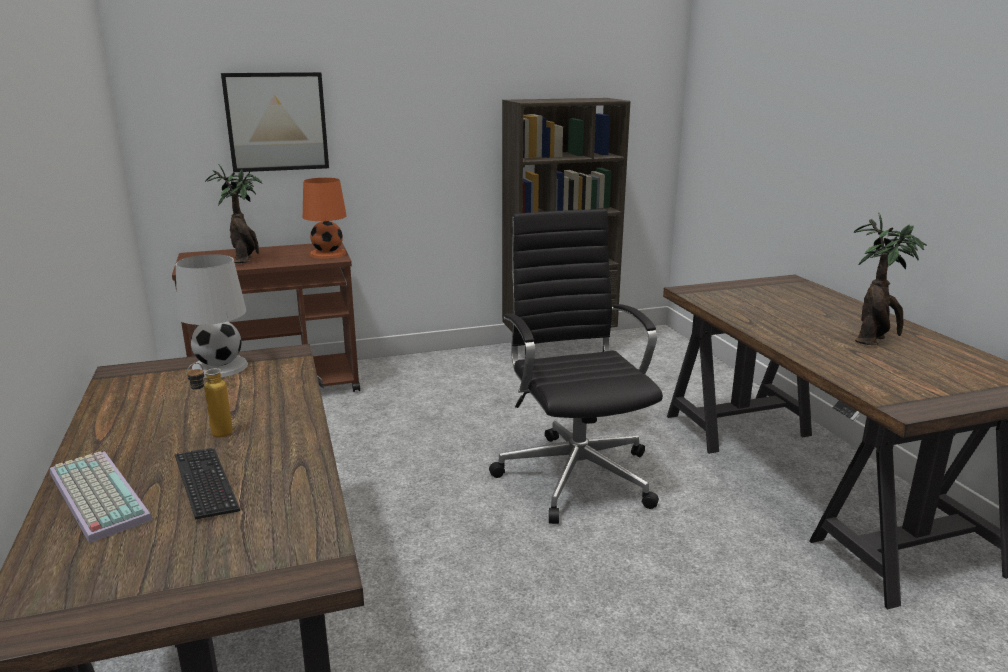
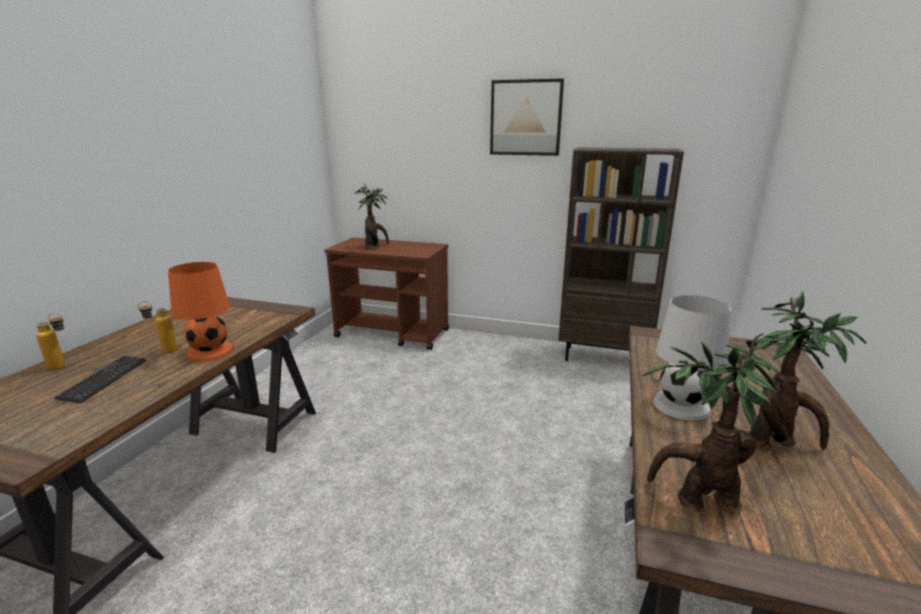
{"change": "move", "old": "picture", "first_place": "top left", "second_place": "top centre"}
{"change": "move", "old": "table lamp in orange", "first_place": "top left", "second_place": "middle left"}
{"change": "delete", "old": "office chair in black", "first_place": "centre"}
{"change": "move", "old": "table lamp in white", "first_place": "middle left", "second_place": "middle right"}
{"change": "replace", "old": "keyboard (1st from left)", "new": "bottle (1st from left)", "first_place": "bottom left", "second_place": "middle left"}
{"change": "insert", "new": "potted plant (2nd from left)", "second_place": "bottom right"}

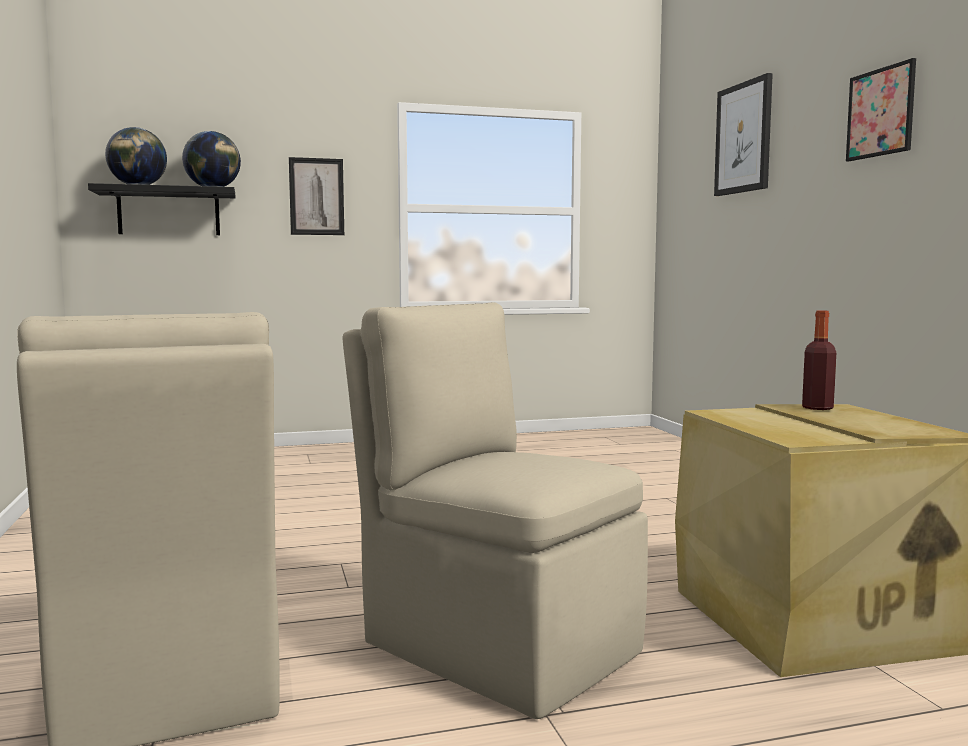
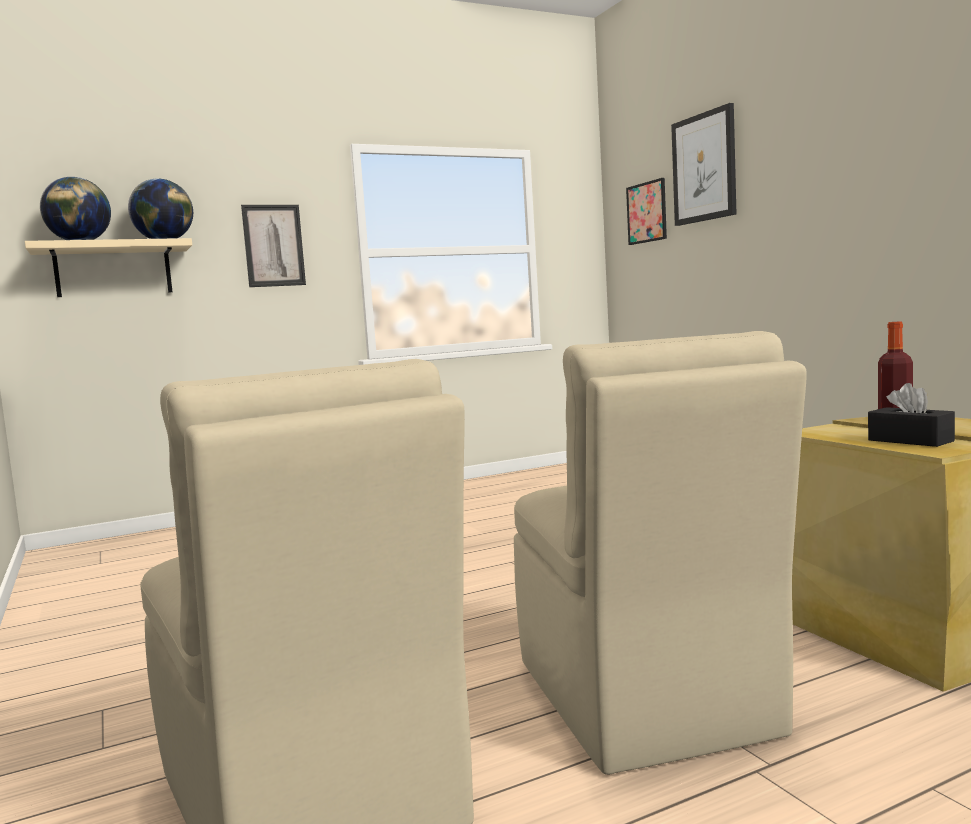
{"change": "move", "old": "picture (3rd from left in the first image)", "new": "picture (2nd from left)", "first_place": "top right", "second_place": "top centre"}
{"change": "recolor", "old": "shelf in black", "new": "shelf in beige", "first_place": "top left", "second_place": "top left"}
{"change": "rotate", "old": "chair in beige (2nd from left)", "first_place": "bottom centre", "second_place": "bottom right", "degrees": -135}
{"change": "insert", "new": "tissue box in black", "second_place": "middle right"}

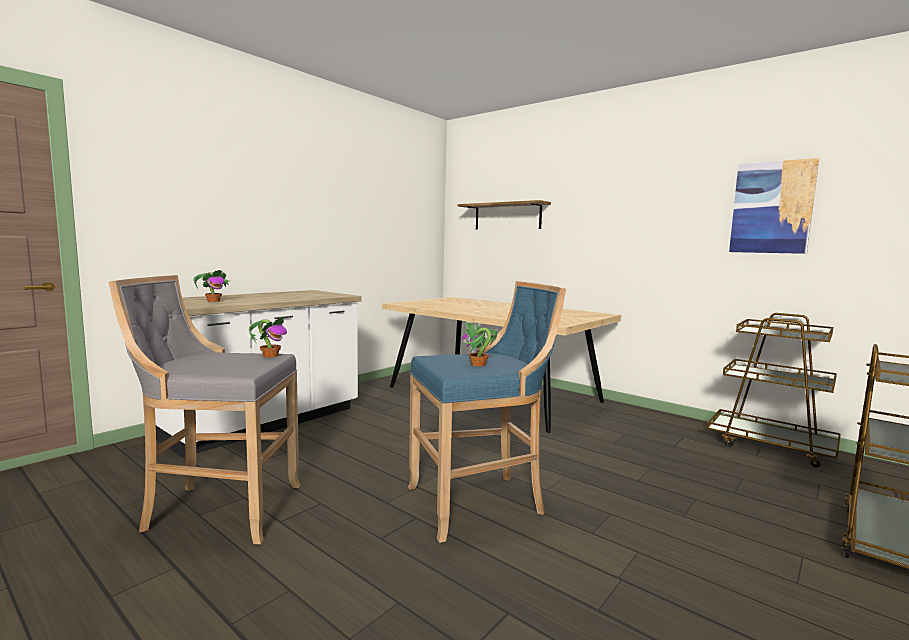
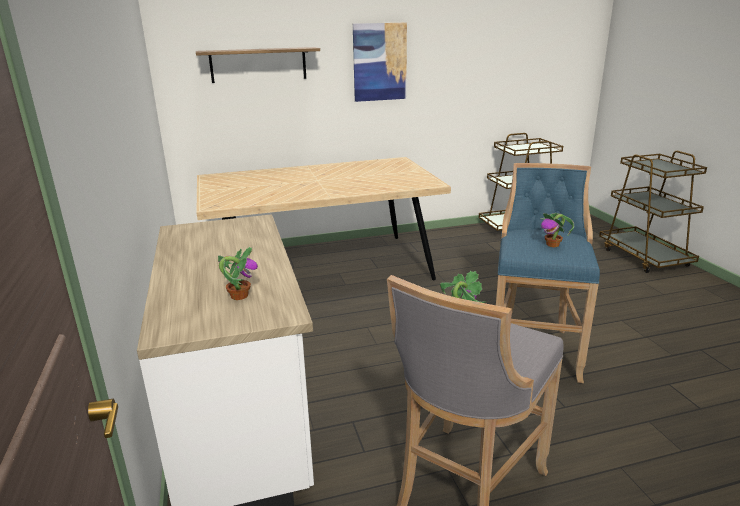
{"change": "move", "old": "picture", "first_place": "top right", "second_place": "top centre"}

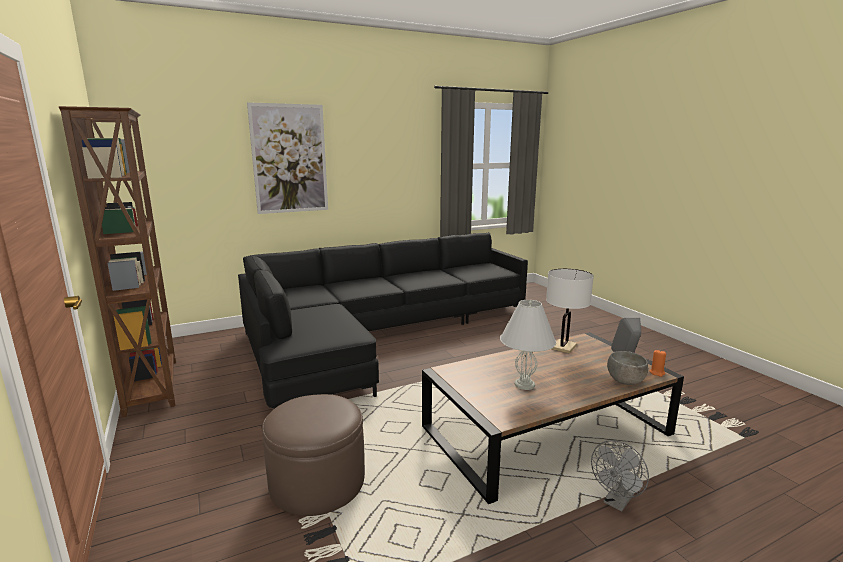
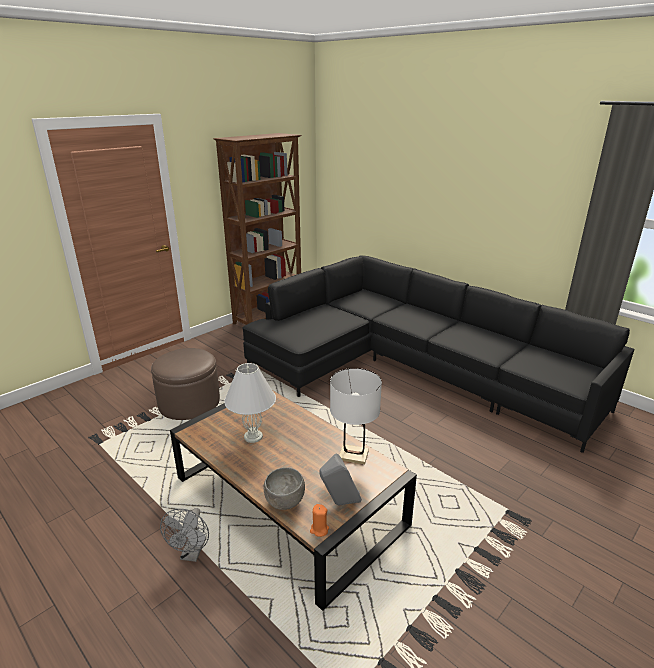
{"change": "delete", "old": "picture", "first_place": "top centre"}
{"change": "rotate", "old": "fan in grey", "first_place": "bottom right", "second_place": "bottom left", "degrees": -105}

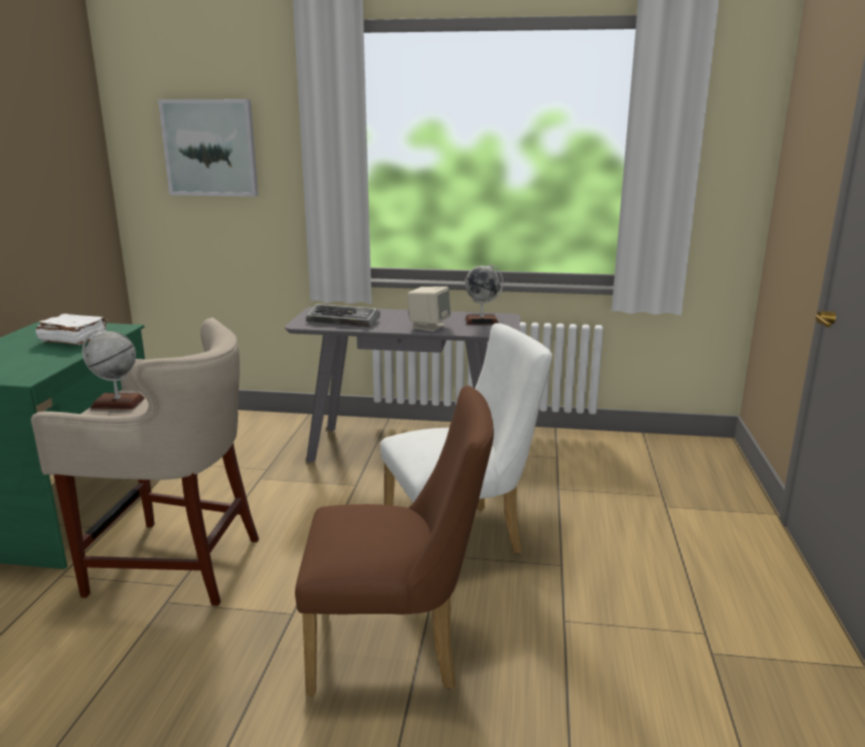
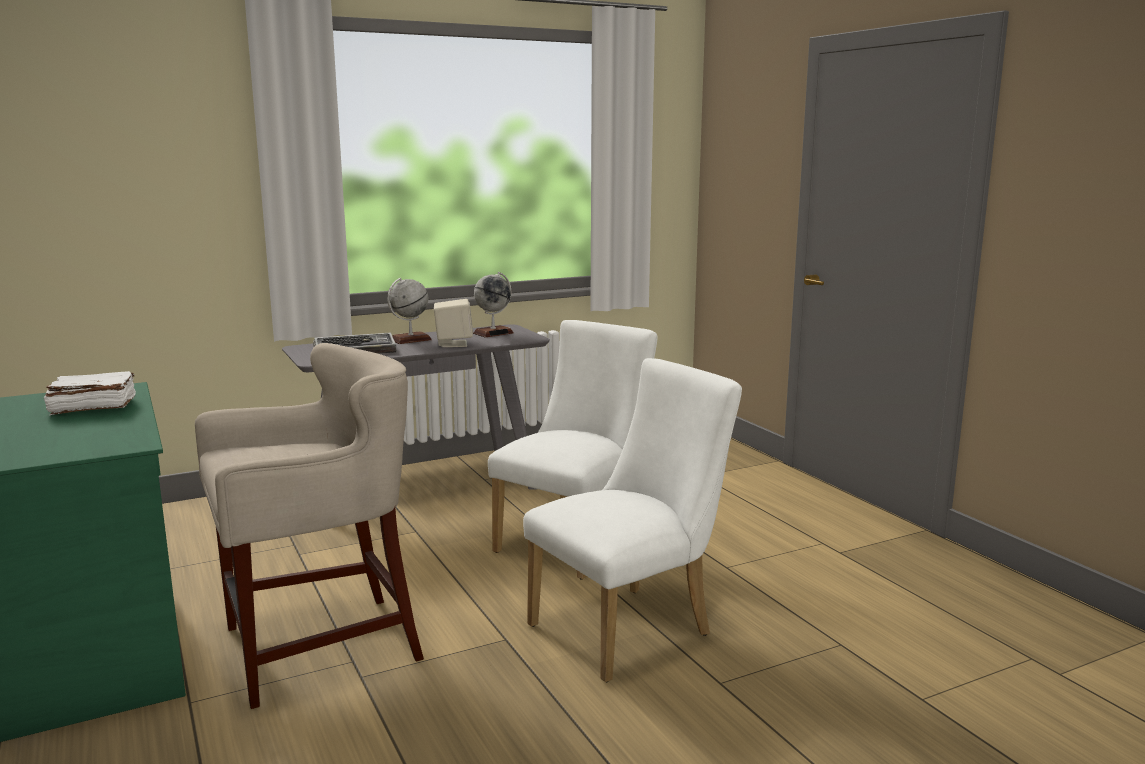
{"change": "delete", "old": "picture", "first_place": "top left"}
{"change": "move", "old": "globe (1st from left)", "first_place": "middle left", "second_place": "centre"}
{"change": "recolor", "old": "chair in brown", "new": "chair in white (2nd from left)", "first_place": "bottom centre", "second_place": "bottom centre"}

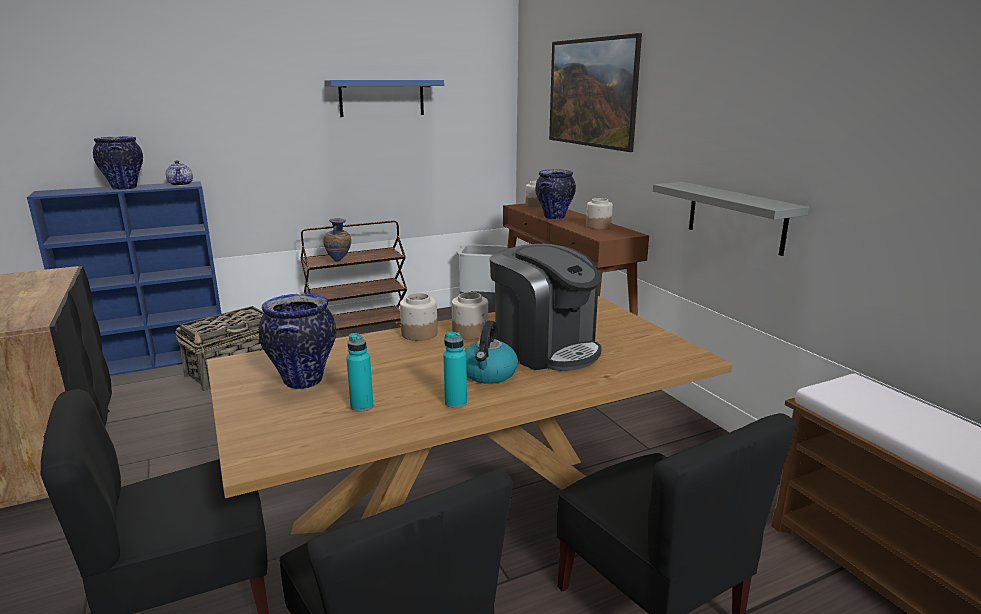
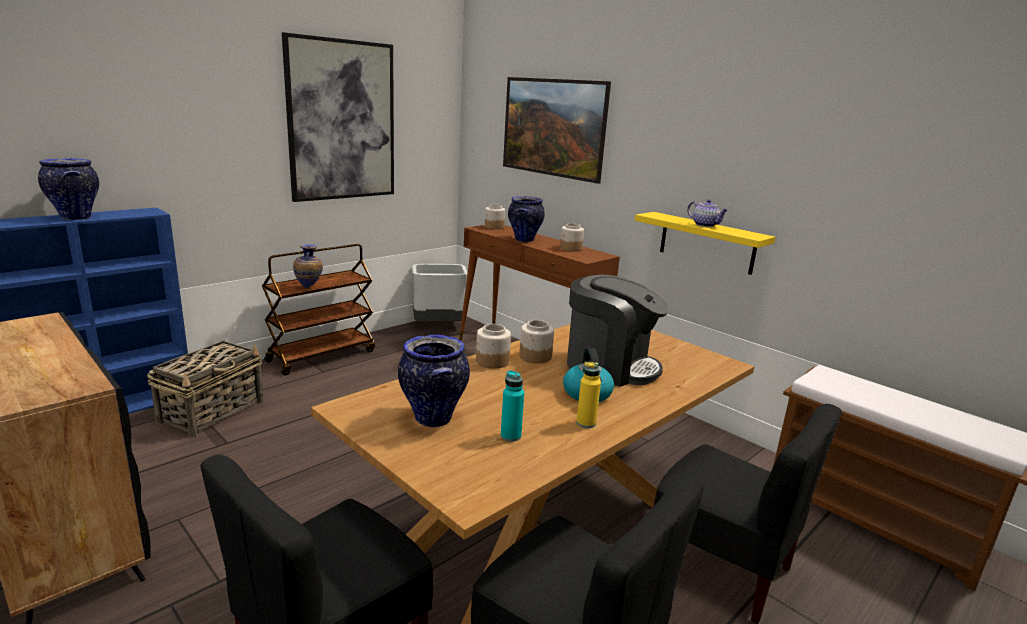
{"change": "replace", "old": "shelf in blue", "new": "picture (1st from left)", "first_place": "top centre", "second_place": "top left"}
{"change": "move", "old": "teapot", "first_place": "top left", "second_place": "middle right"}
{"change": "recolor", "old": "shelf in grey", "new": "shelf in yellow", "first_place": "middle right", "second_place": "middle right"}
{"change": "recolor", "old": "bottle in turquoise (2nd from left)", "new": "bottle in yellow", "first_place": "centre", "second_place": "centre"}

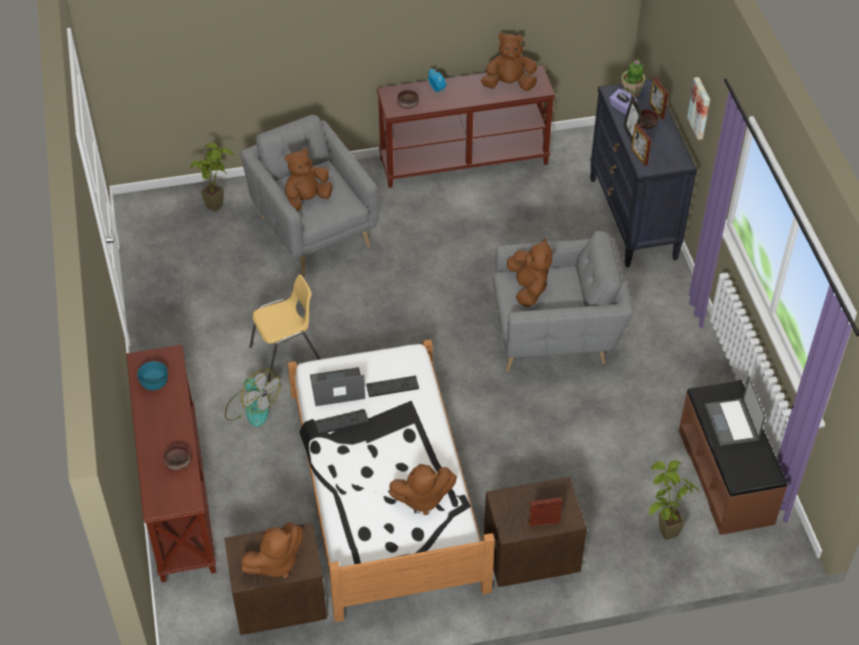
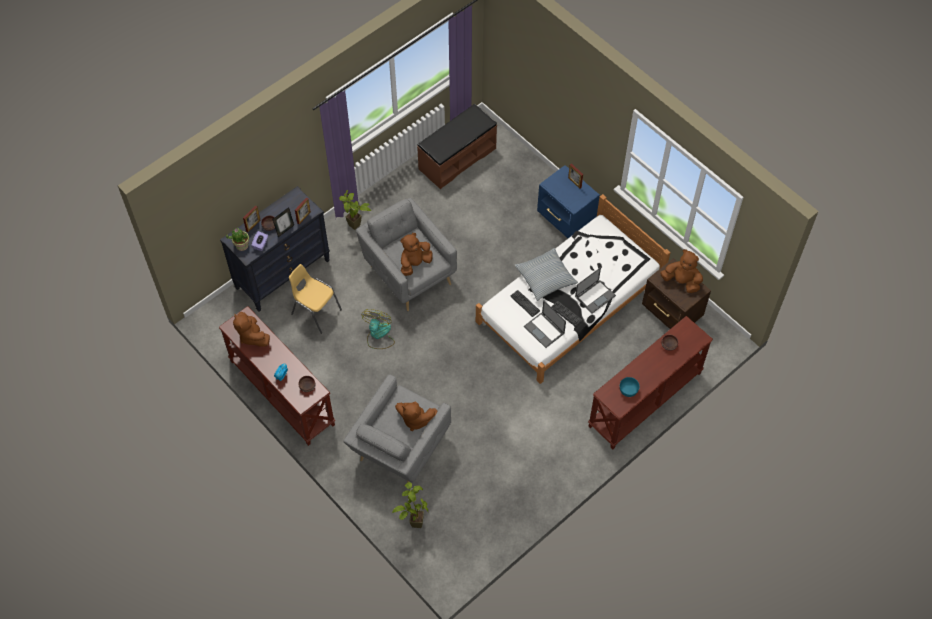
{"change": "delete", "old": "picture", "first_place": "top right"}
{"change": "move", "old": "chair in yellow", "first_place": "middle left", "second_place": "centre"}
{"change": "move", "old": "fan", "first_place": "middle left", "second_place": "centre"}
{"change": "move", "old": "laptop (2nd from left)", "first_place": "middle right", "second_place": "centre"}
{"change": "move", "old": "potted plant (3rd from left in the first image)", "new": "potted plant (2nd from left)", "first_place": "bottom right", "second_place": "centre"}
{"change": "delete", "old": "plush toy in brown (3rd from left)", "first_place": "bottom centre"}
{"change": "recolor", "old": "nightstand in brown (2nd from left)", "new": "nightstand in blue", "first_place": "bottom centre", "second_place": "top centre"}
{"change": "insert", "new": "pillow", "second_place": "centre"}

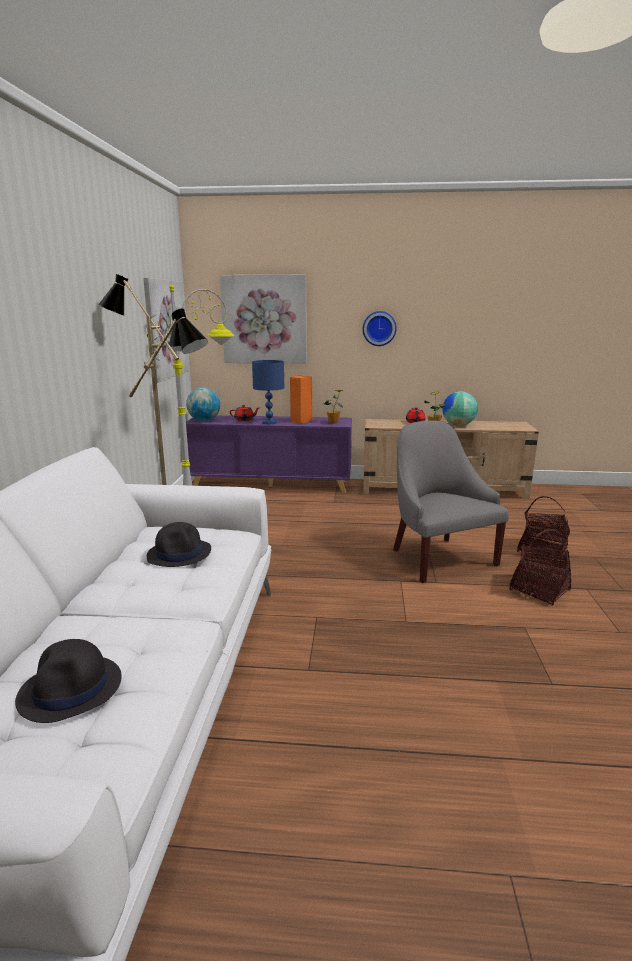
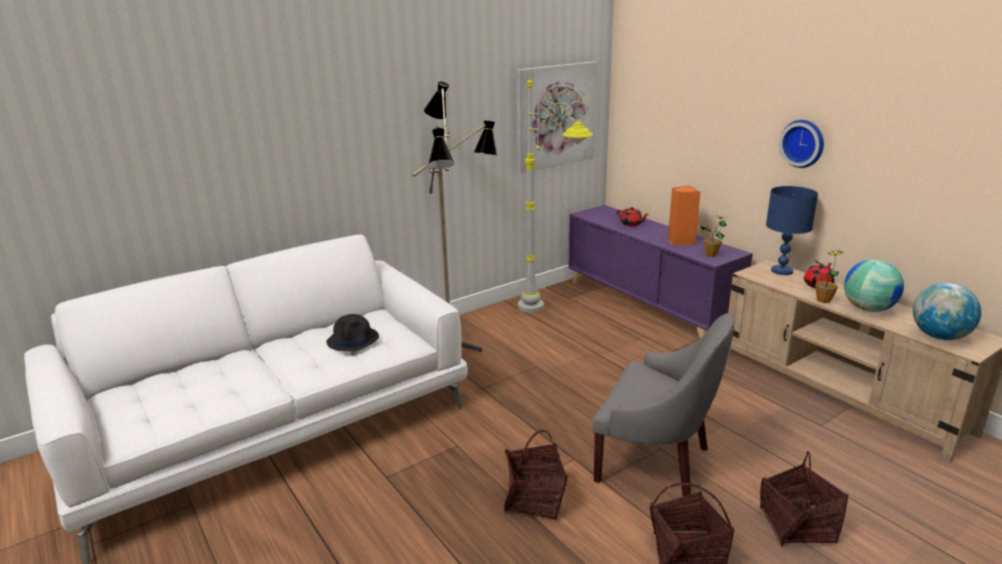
{"change": "delete", "old": "picture (2nd from left)", "first_place": "top centre"}
{"change": "move", "old": "table lamp in blue", "first_place": "centre", "second_place": "middle right"}
{"change": "move", "old": "globe (1st from left in the first image)", "new": "globe (2nd from left)", "first_place": "middle left", "second_place": "middle right"}
{"change": "rotate", "old": "armchair in grey", "first_place": "middle right", "second_place": "bottom centre", "degrees": 90}
{"change": "delete", "old": "hat in black (1st from left)", "first_place": "bottom left"}
{"change": "insert", "new": "basket (1st from left)", "second_place": "bottom centre"}

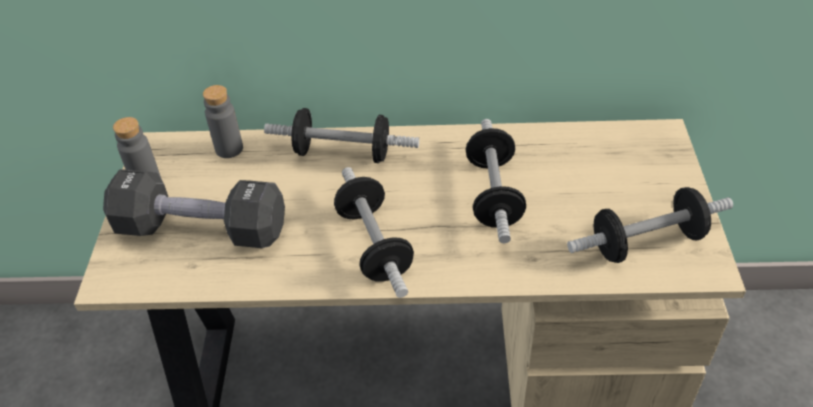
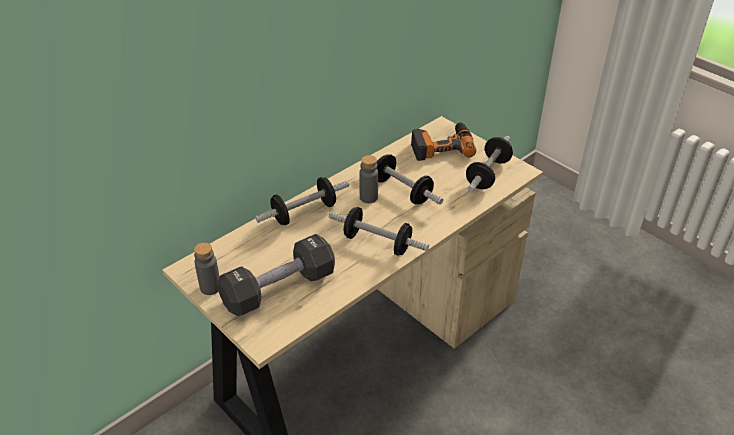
{"change": "move", "old": "bottle in grey (2nd from left)", "first_place": "top left", "second_place": "centre"}
{"change": "insert", "new": "power drill", "second_place": "top centre"}

